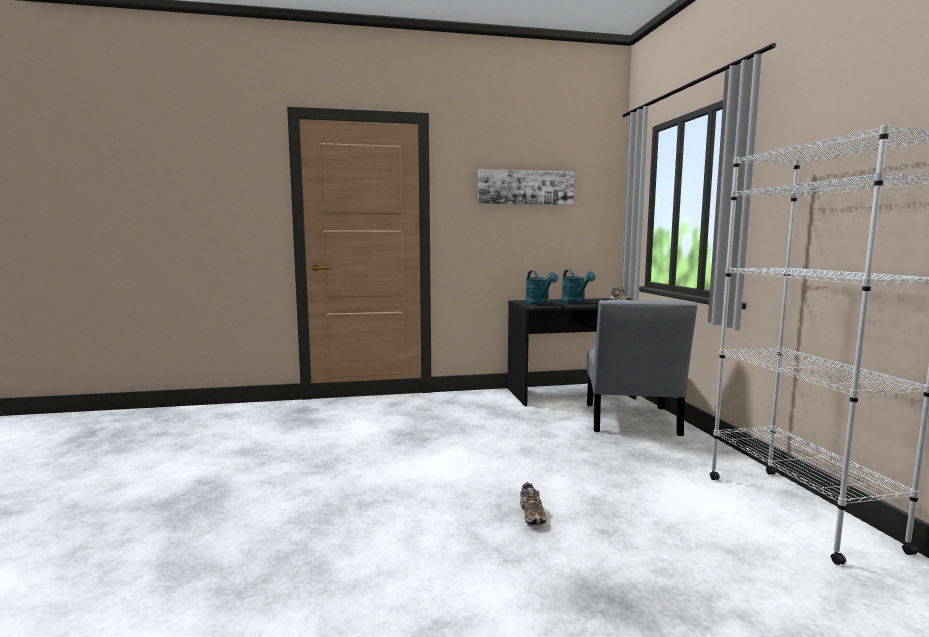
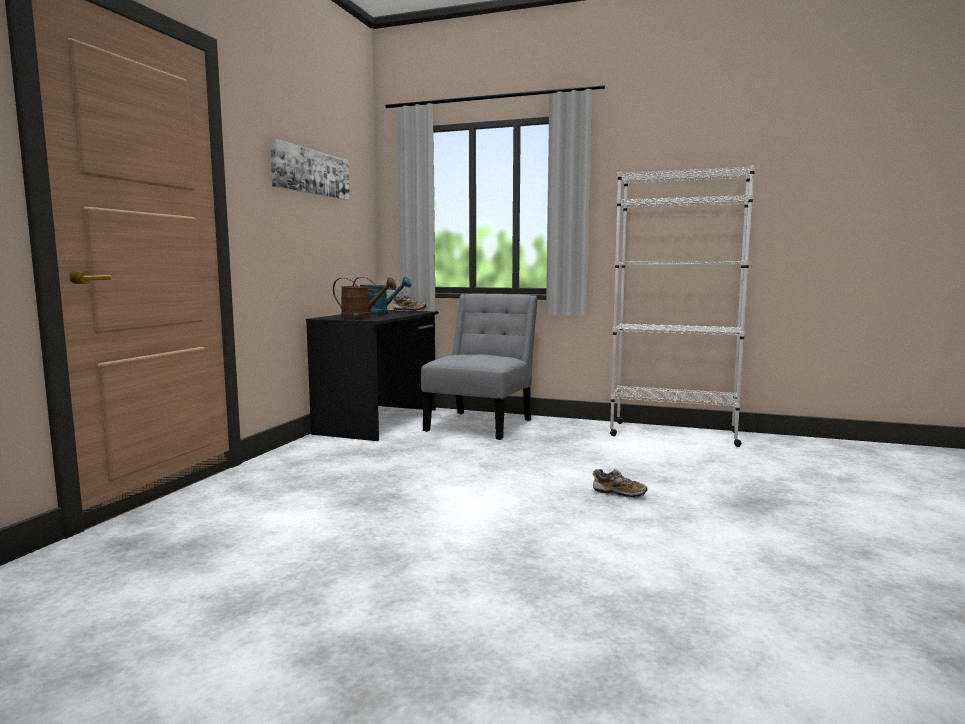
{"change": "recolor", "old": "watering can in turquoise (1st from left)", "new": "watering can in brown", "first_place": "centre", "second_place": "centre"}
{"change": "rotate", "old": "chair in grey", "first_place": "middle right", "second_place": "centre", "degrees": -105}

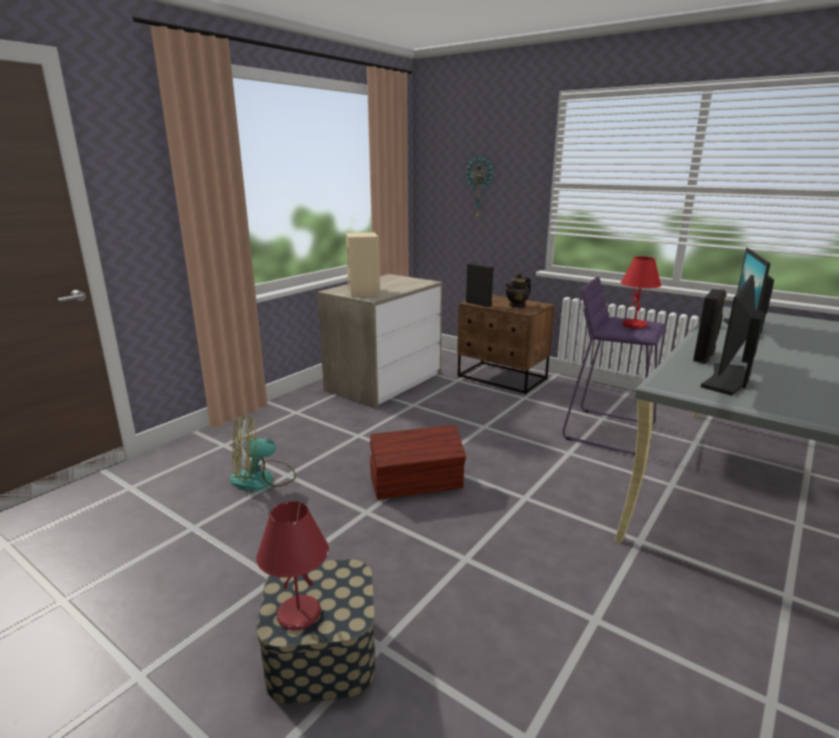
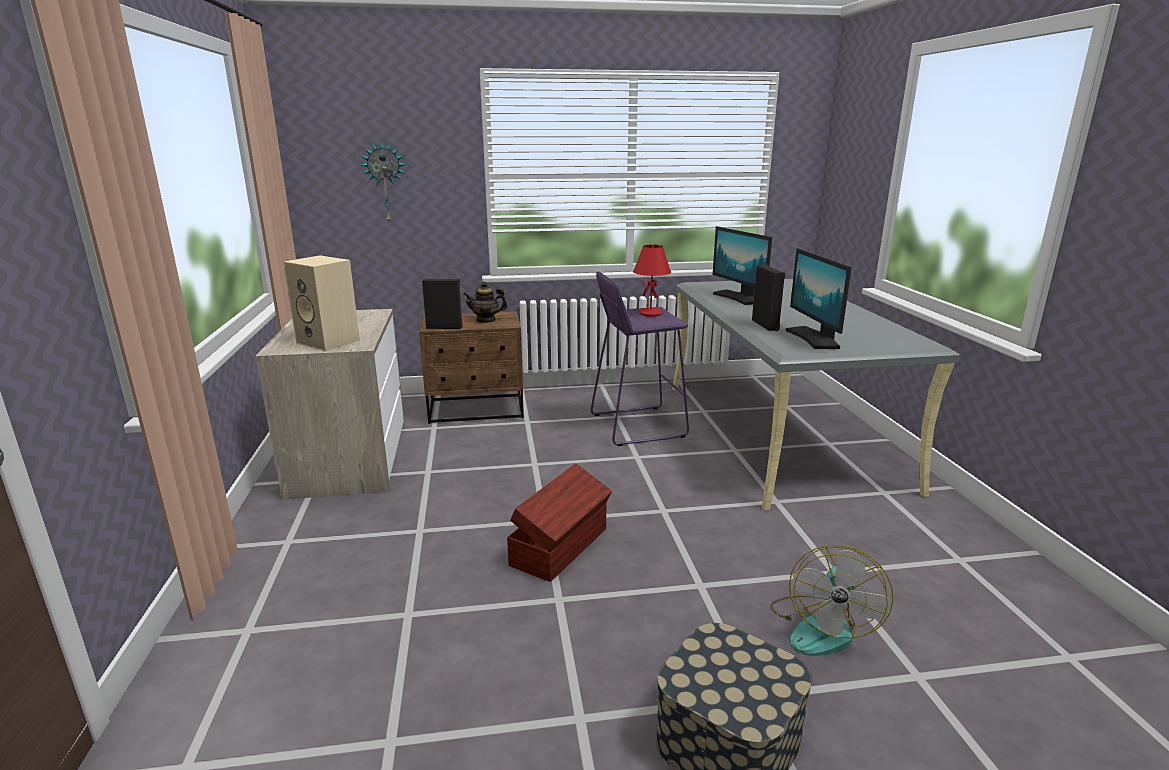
{"change": "rotate", "old": "teapot", "first_place": "centre", "second_place": "centre", "degrees": 75}
{"change": "move", "old": "fan", "first_place": "middle left", "second_place": "bottom right"}
{"change": "delete", "old": "table lamp in red (1st from left)", "first_place": "bottom centre"}

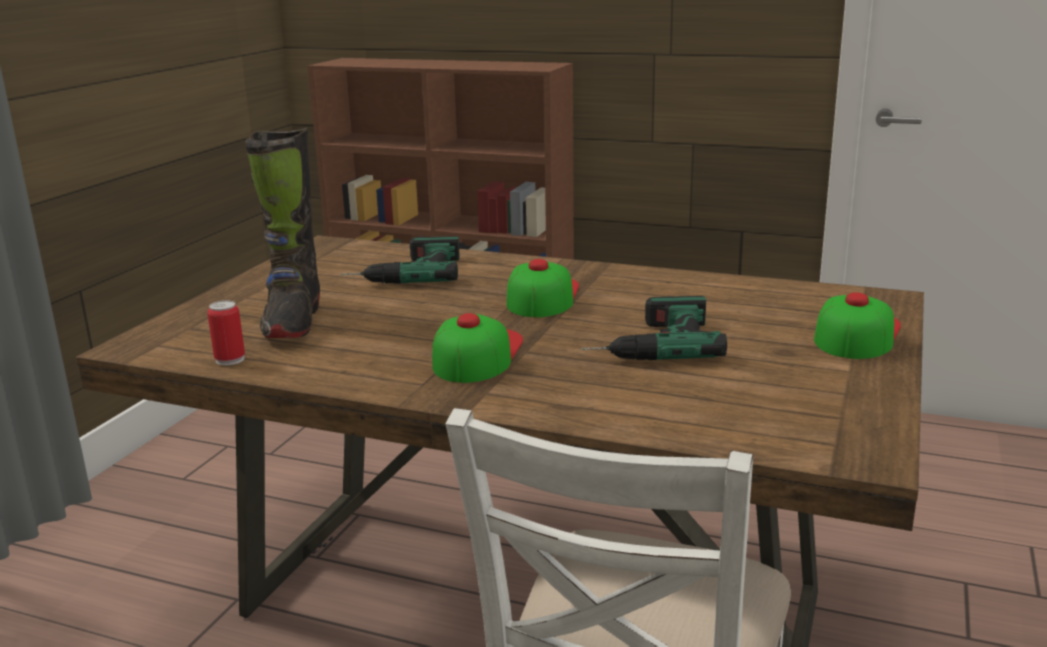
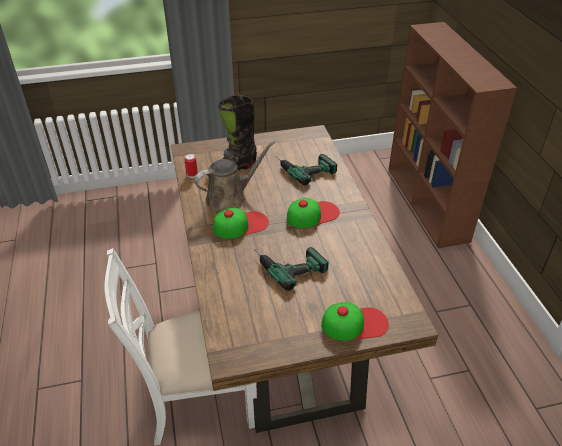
{"change": "insert", "new": "watering can in brown", "second_place": "centre"}

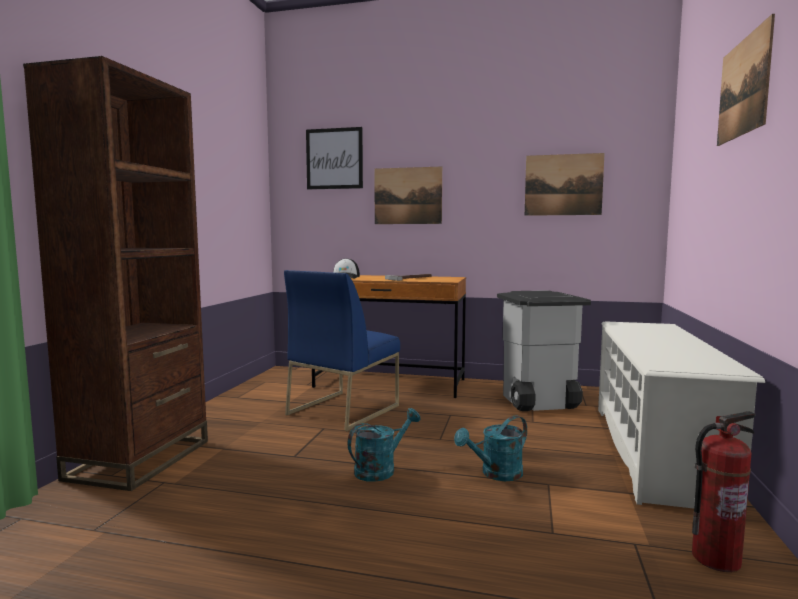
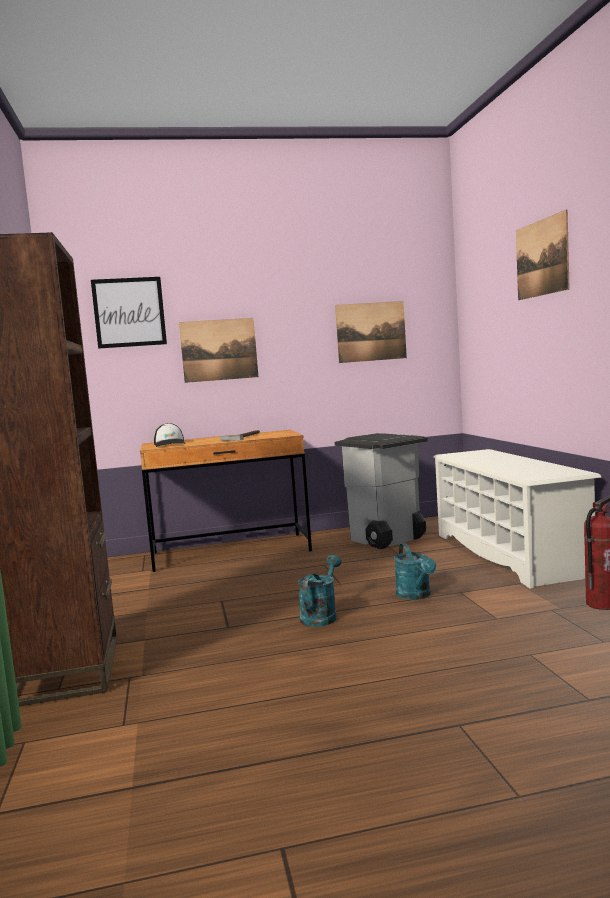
{"change": "delete", "old": "chair in blue", "first_place": "centre"}
{"change": "rotate", "old": "watering can in turquoise (2nd from left)", "first_place": "bottom centre", "second_place": "middle right", "degrees": -45}

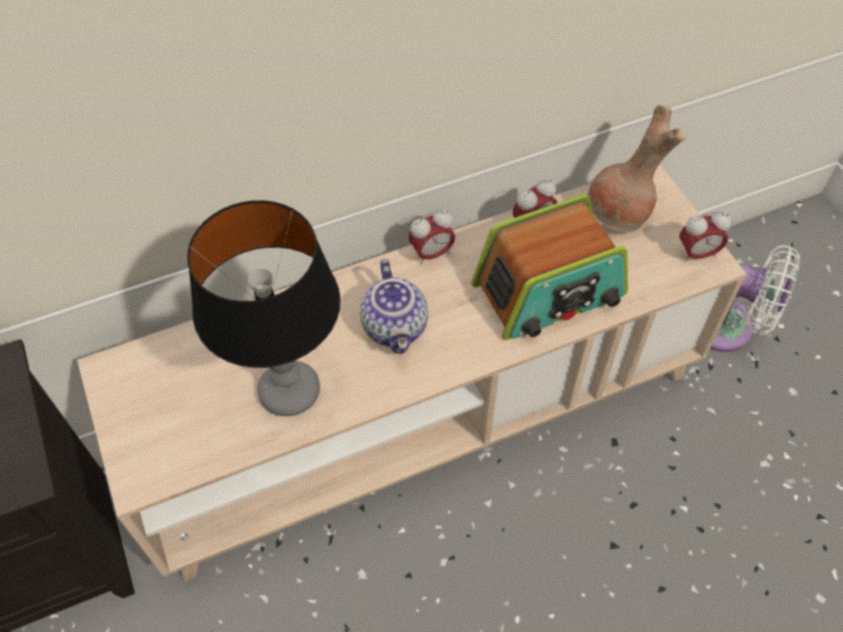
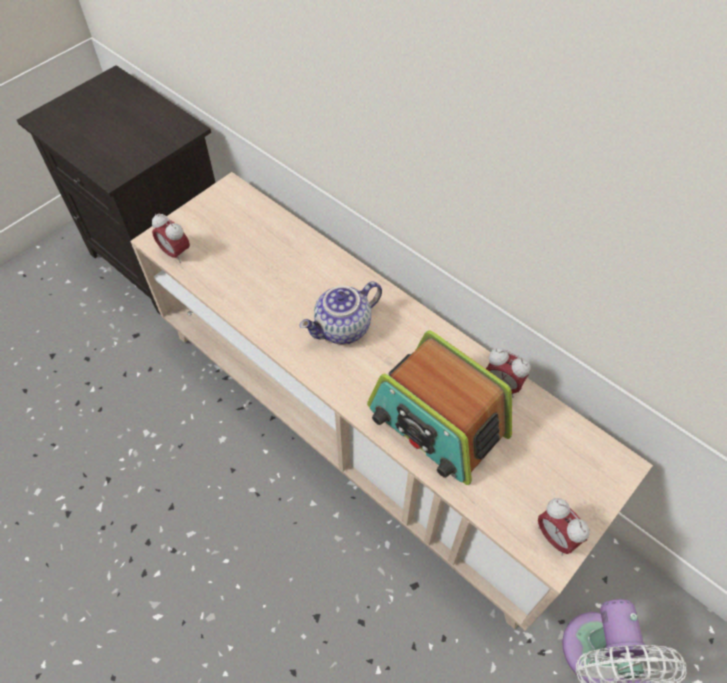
{"change": "delete", "old": "vase in brown", "first_place": "top right"}
{"change": "delete", "old": "table lamp", "first_place": "middle left"}
{"change": "move", "old": "alarm clock (1st from left)", "first_place": "centre", "second_place": "middle left"}

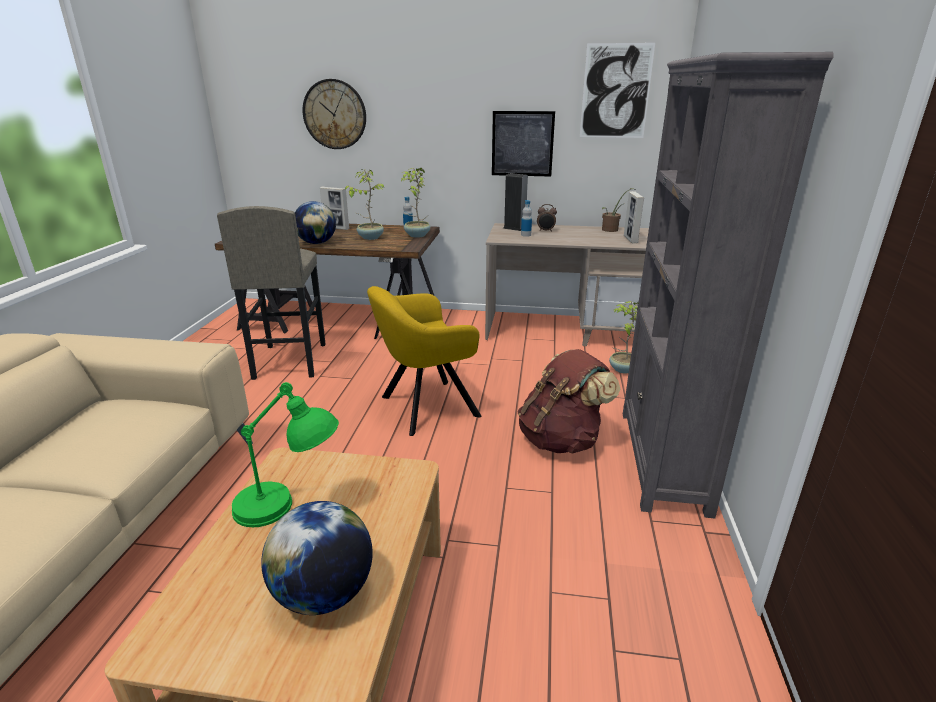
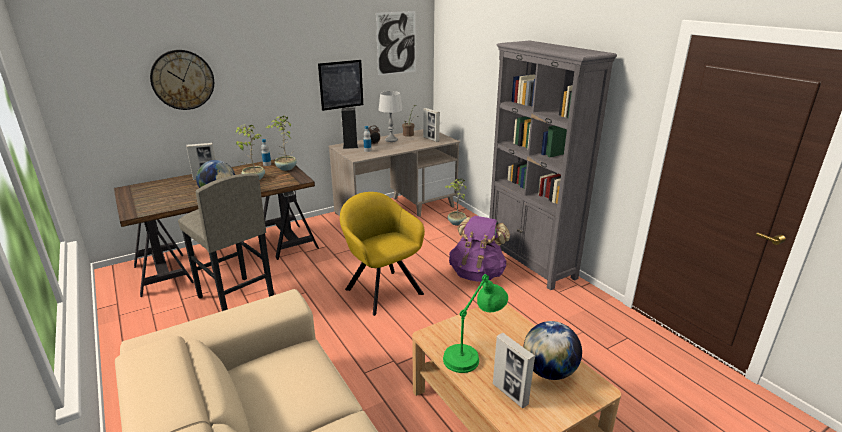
{"change": "rotate", "old": "armchair in yellow", "first_place": "centre", "second_place": "centre", "degrees": 120}
{"change": "recolor", "old": "backpack in brown", "new": "backpack in purple", "first_place": "centre", "second_place": "centre"}
{"change": "insert", "new": "table lamp in grey", "second_place": "top centre"}
{"change": "insert", "new": "picture frame (3rd from left)", "second_place": "bottom centre"}

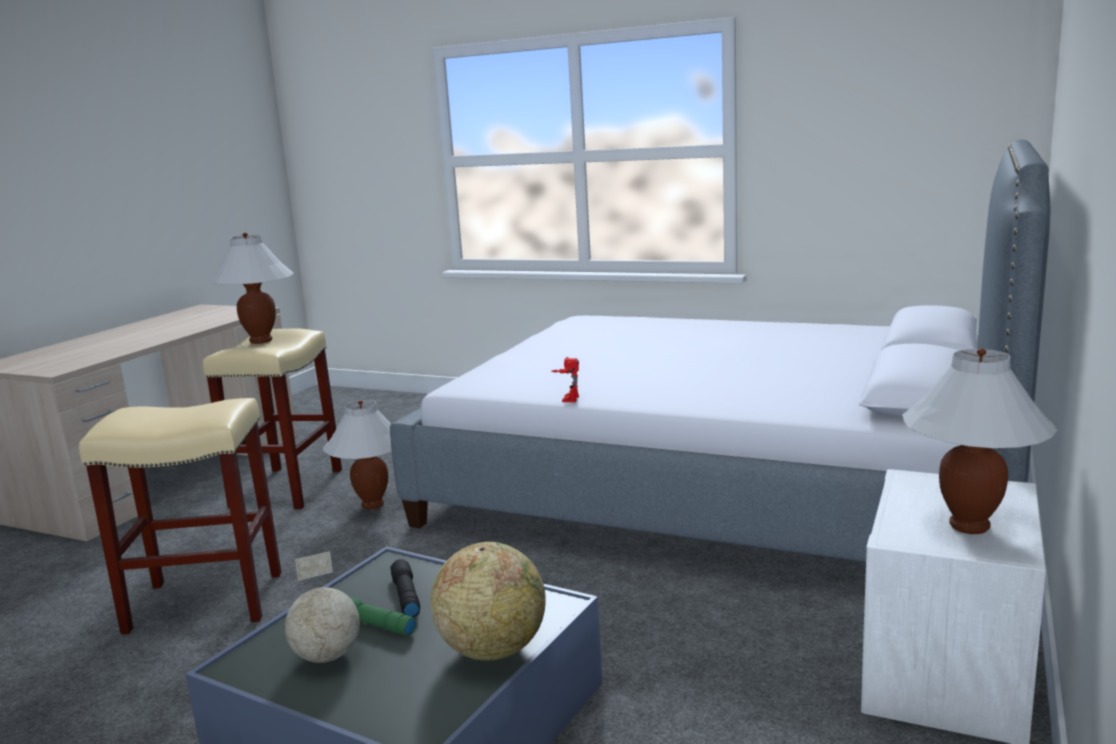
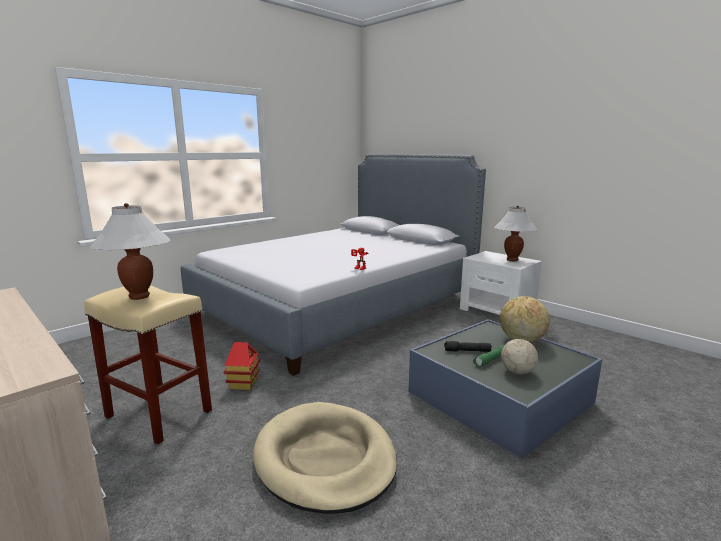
{"change": "replace", "old": "stool in beige (1st from left)", "new": "dog bed in beige", "first_place": "bottom left", "second_place": "bottom centre"}
{"change": "replace", "old": "table lamp in white (2nd from left)", "new": "toy house", "first_place": "middle left", "second_place": "bottom centre"}

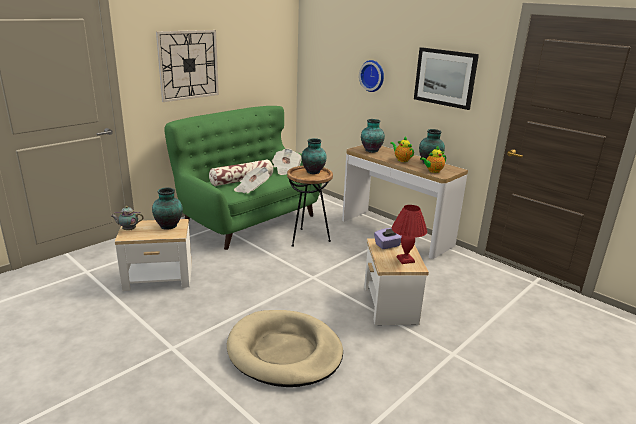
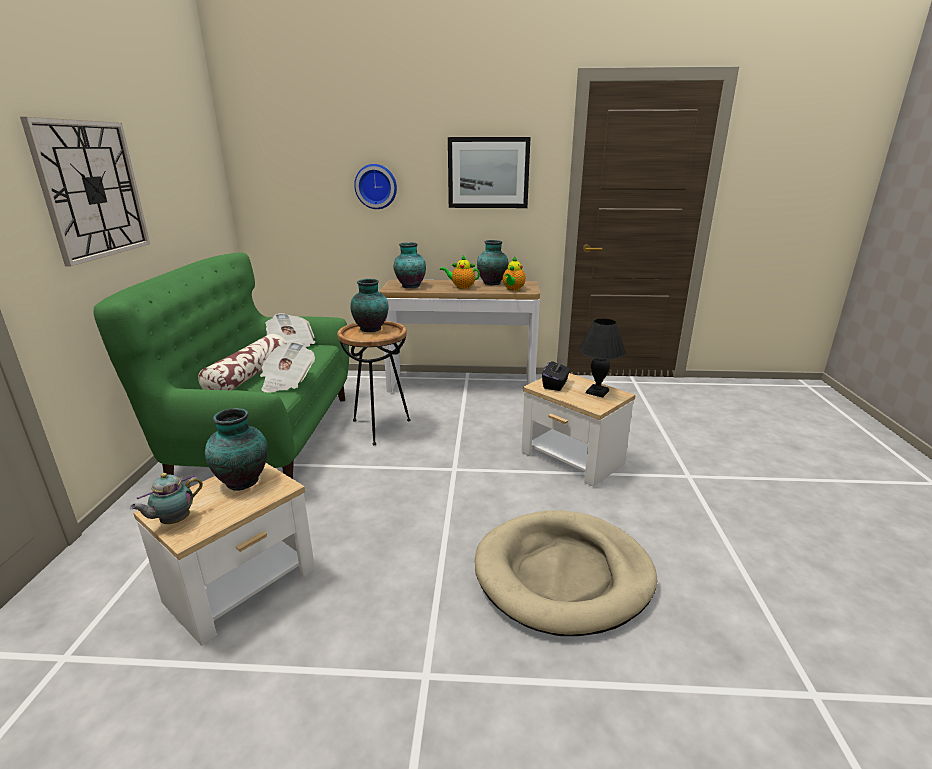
{"change": "recolor", "old": "table lamp in red", "new": "table lamp in black", "first_place": "centre", "second_place": "centre"}
{"change": "recolor", "old": "tissue box in purple", "new": "tissue box in black", "first_place": "centre", "second_place": "centre"}

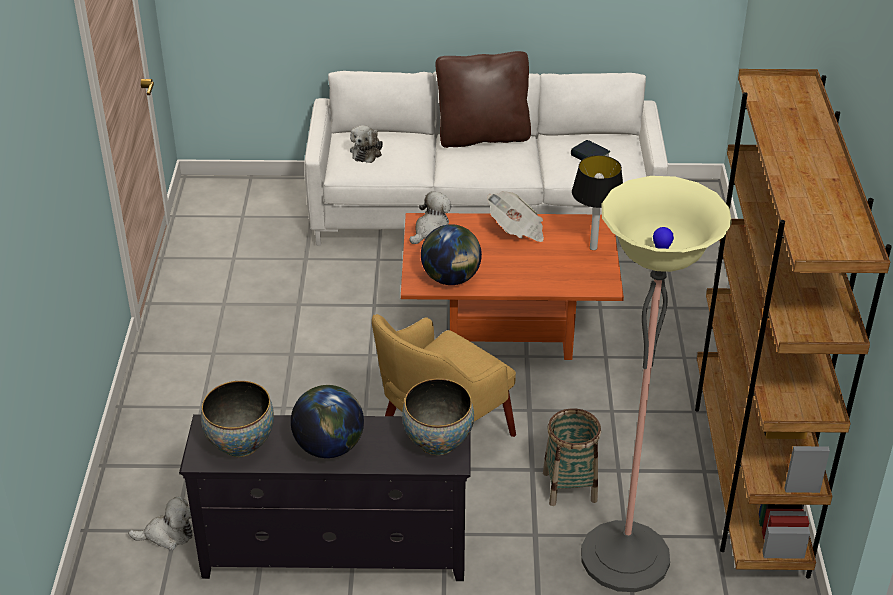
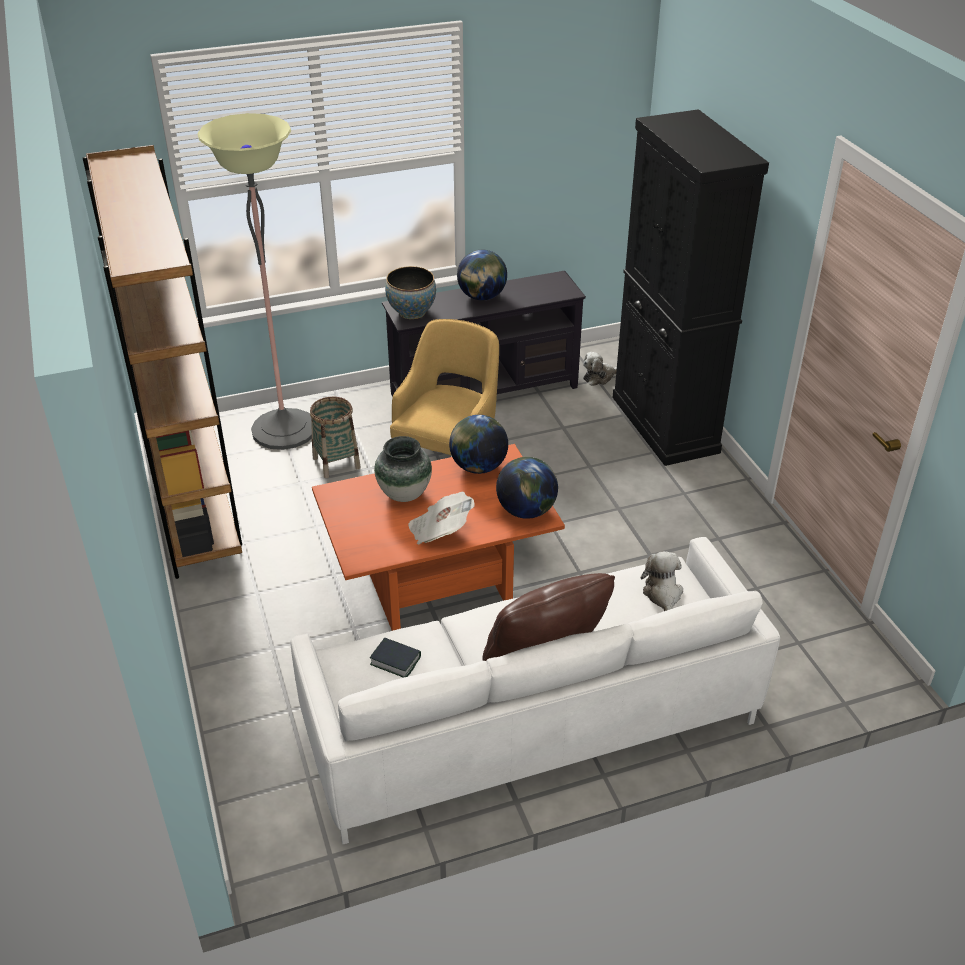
{"change": "delete", "old": "table lamp", "first_place": "middle right"}
{"change": "replace", "old": "plush toy (3rd from left)", "new": "globe (3rd from left)", "first_place": "centre", "second_place": "centre"}
{"change": "delete", "old": "bowl (1st from left)", "first_place": "bottom left"}
{"change": "insert", "new": "cabinet in black", "second_place": "top right"}
{"change": "insert", "new": "vase", "second_place": "centre"}

